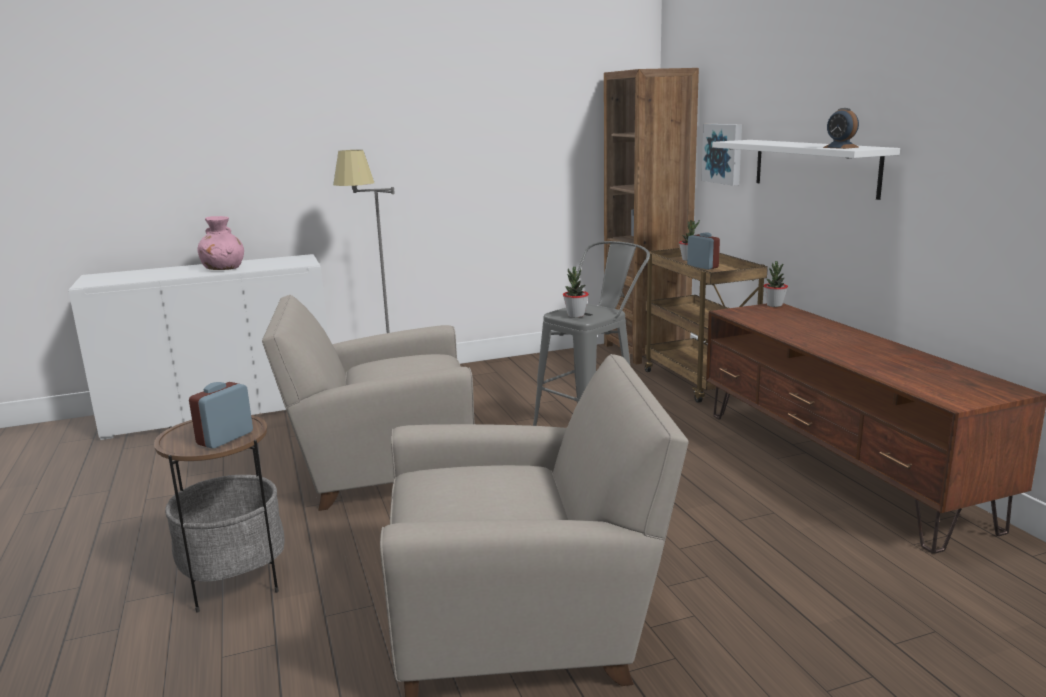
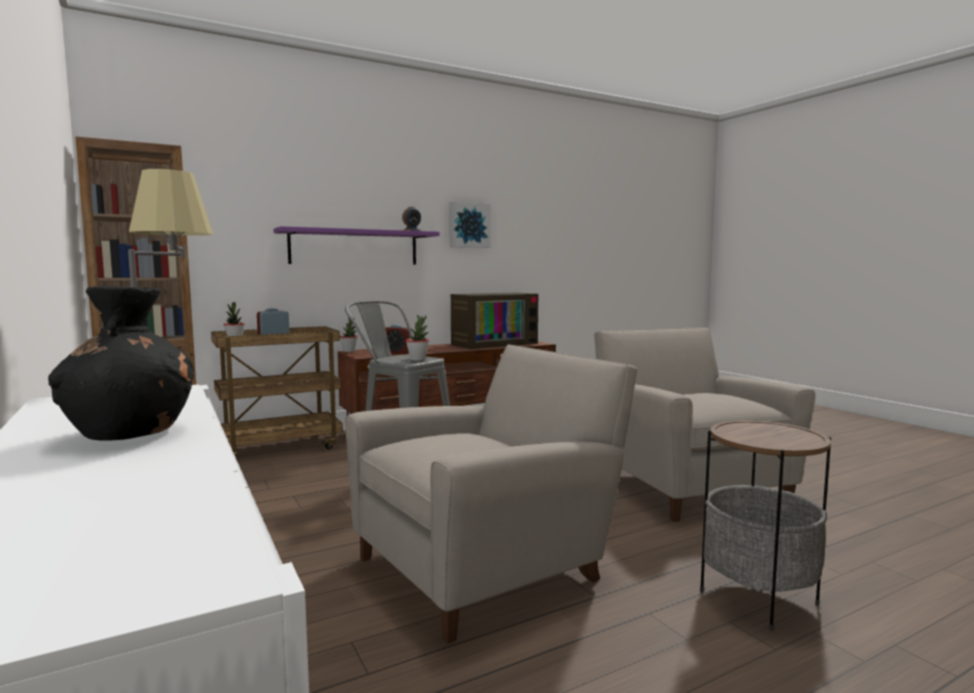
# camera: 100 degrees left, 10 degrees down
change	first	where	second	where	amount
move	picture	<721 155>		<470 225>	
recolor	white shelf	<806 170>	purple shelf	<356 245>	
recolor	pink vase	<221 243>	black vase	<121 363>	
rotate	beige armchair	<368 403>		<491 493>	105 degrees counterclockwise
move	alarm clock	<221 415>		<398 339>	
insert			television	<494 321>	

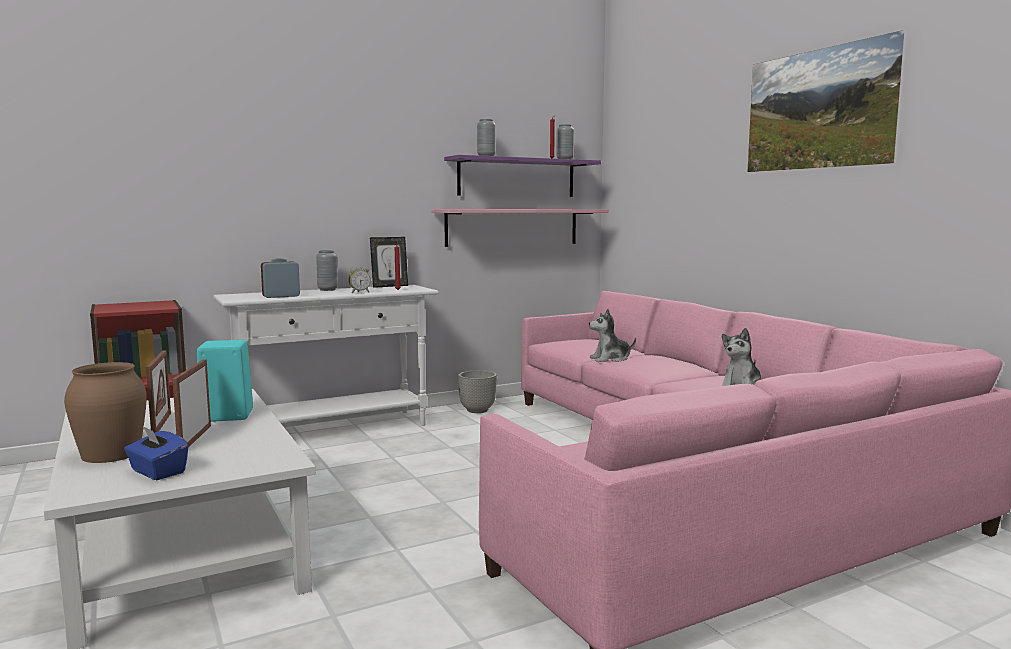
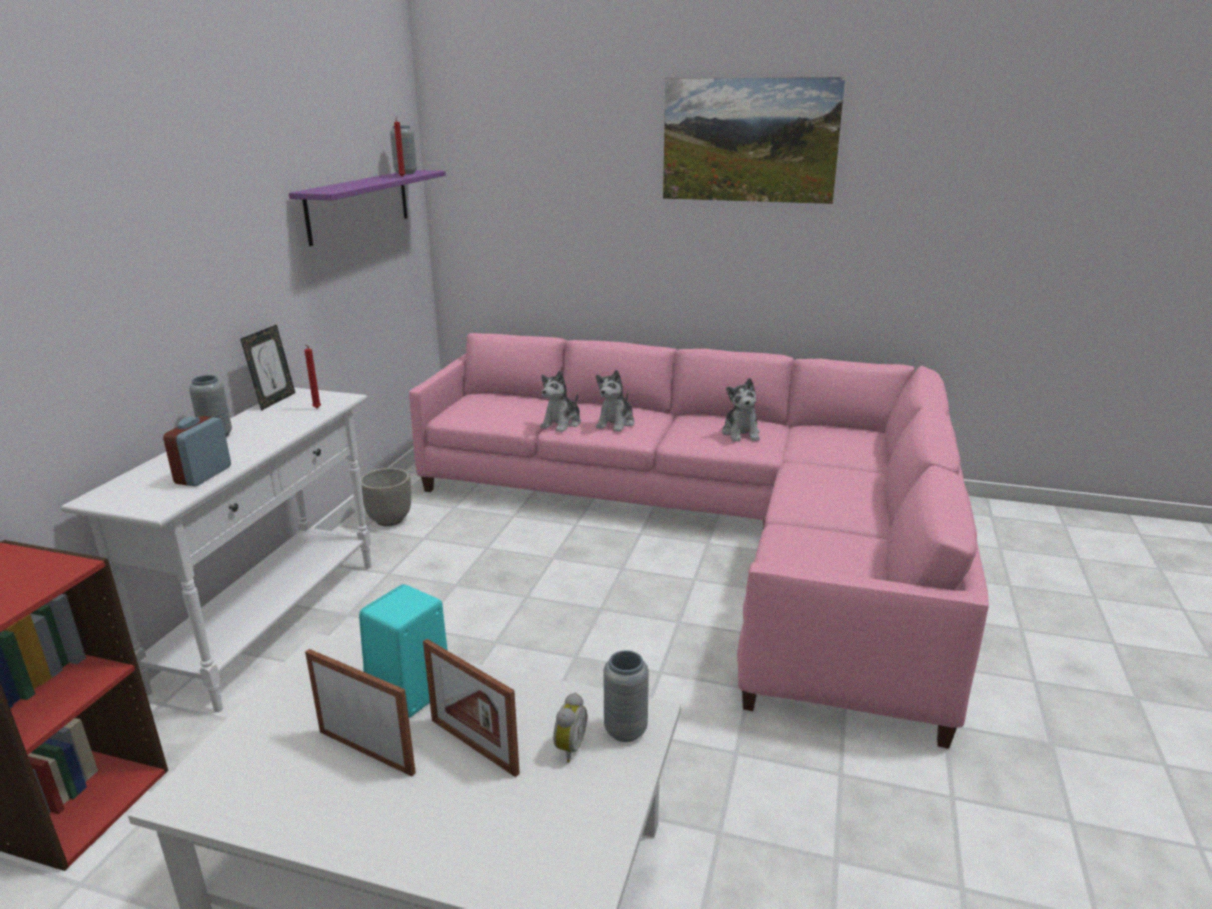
# camera: 45 degrees left, 15 degrees up
change	first	where	second	where	amount
move	grey vase	<486 137>		<626 696>	
delete	pink shelf	<520 228>			
move	alarm clock	<360 279>		<570 727>	
delete	brown vase	<105 412>			
delete	blue tissue box	<156 452>			
insert			plush toy	<615 401>	

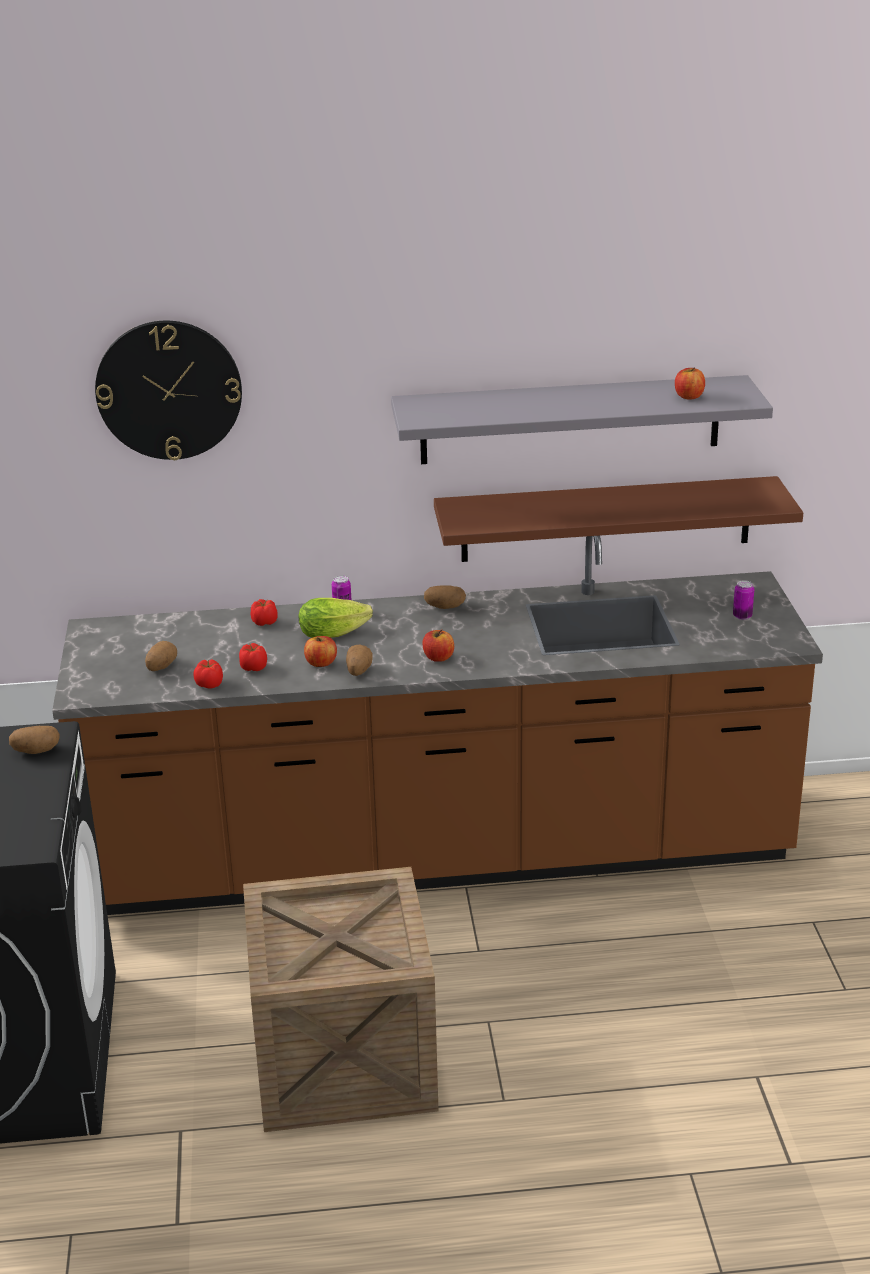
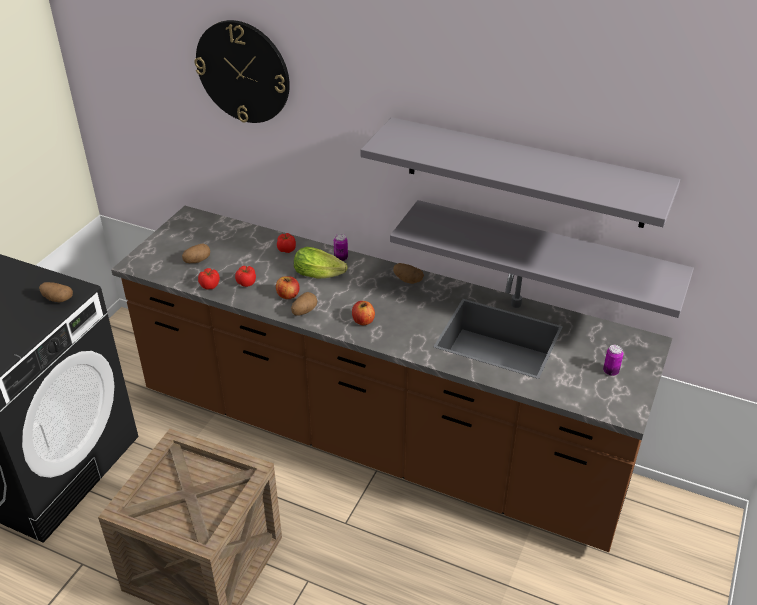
# camera: 30 degrees right, 10 degrees up
change	first	where	second	where	amount
delete	apple	<690 383>			
recolor	brown shelf	<618 519>	grey shelf	<542 259>	

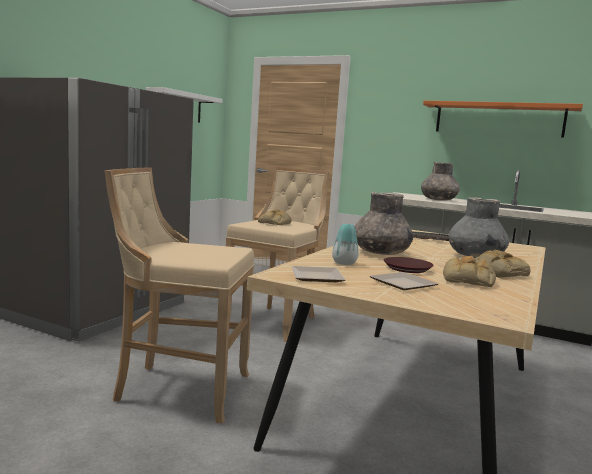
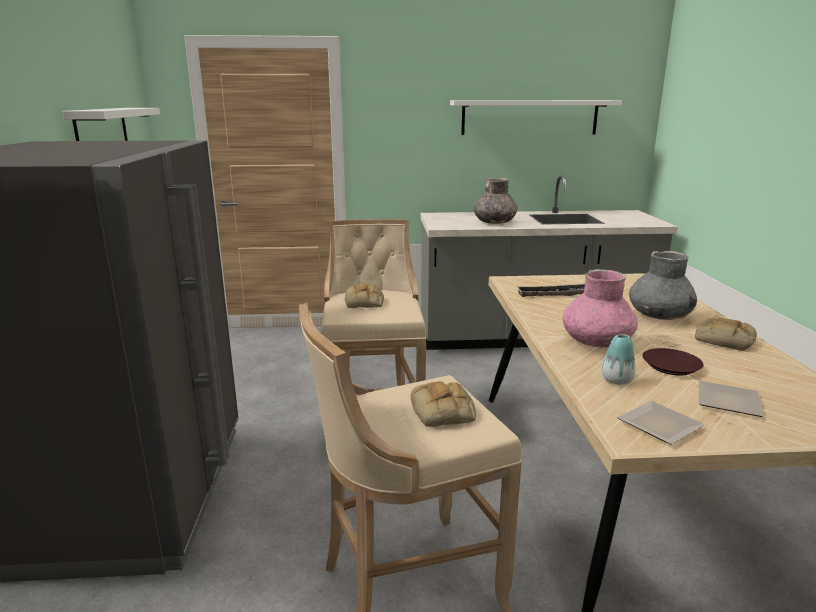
# camera: 30 degrees left, 10 degrees up
change	first	where	second	where	amount
recolor	orange shelf	<503 119>	white shelf	<536 117>	
recolor	grey vase	<384 223>	pink vase	<600 308>	
move	bread	<469 271>		<443 404>	

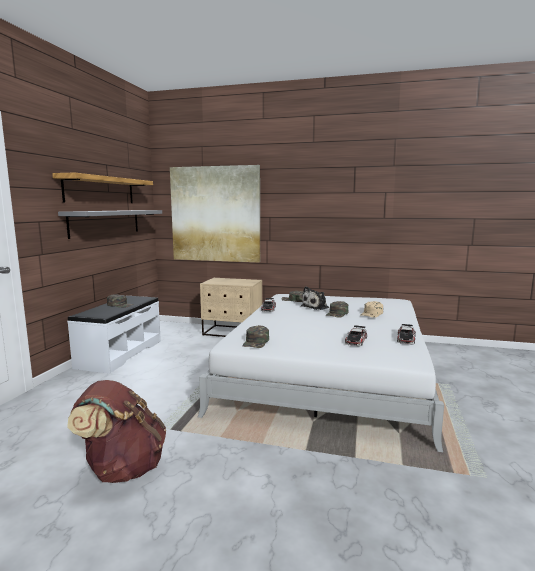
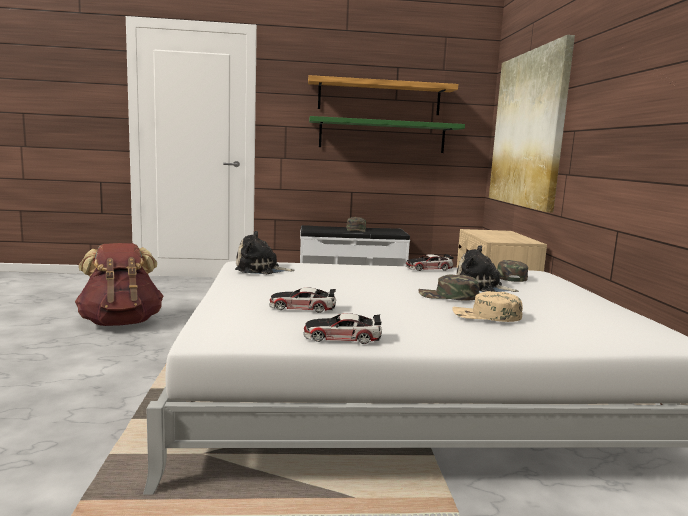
# camera: 70 degrees right, 0 degrees up
change	first	where	second	where	amount
recolor	grey shelf	<110 224>	green shelf	<387 134>	
replace	green cap	<255 336>	plush toy	<265 252>	

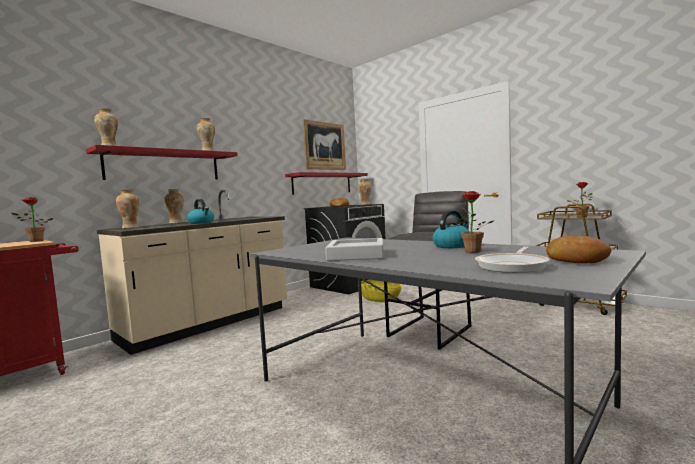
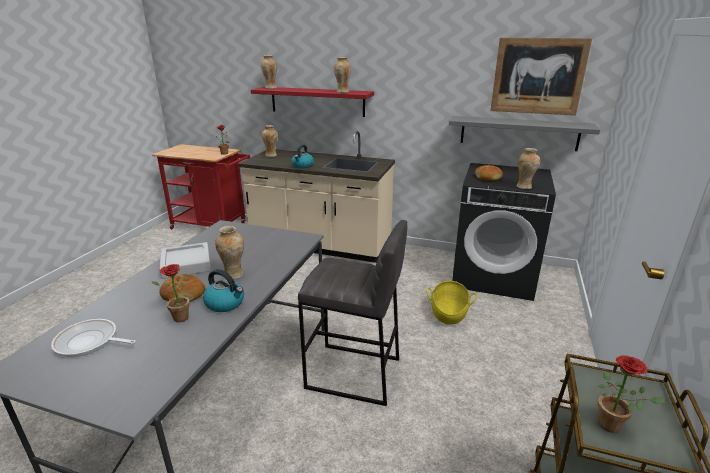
# camera: 65 degrees right, 20 degrees up
change	first	where	second	where	amount
recolor	red shelf	<326 183>	grey shelf	<524 133>	
move	vase	<174 206>		<229 252>	
move	bread	<578 249>		<182 288>	

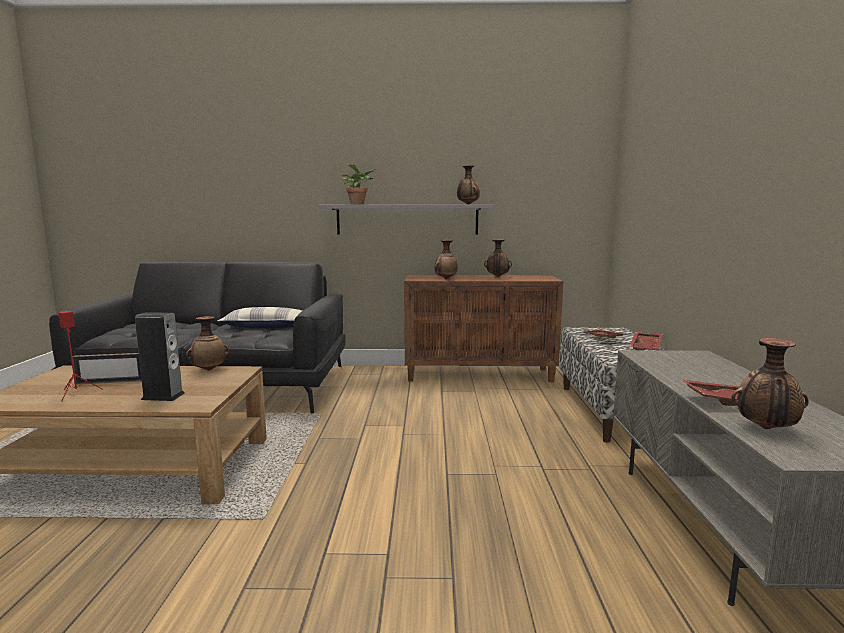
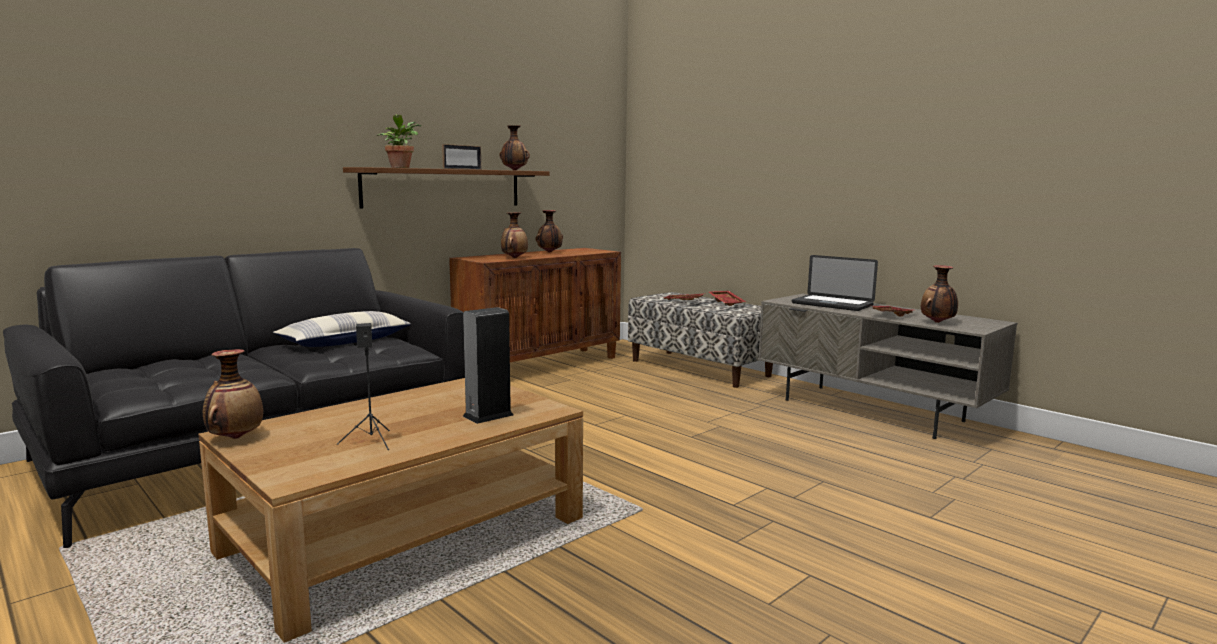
# camera: 45 degrees left, 0 degrees up
change	first	where	second	where	amount
recolor	grey shelf	<406 219>	brown shelf	<446 188>	
recolor	red speaker	<80 355>	black speaker	<363 386>	
move	vase	<207 343>		<233 394>	
move	picture frame	<107 369>		<461 157>	
insert			laptop	<835 283>	

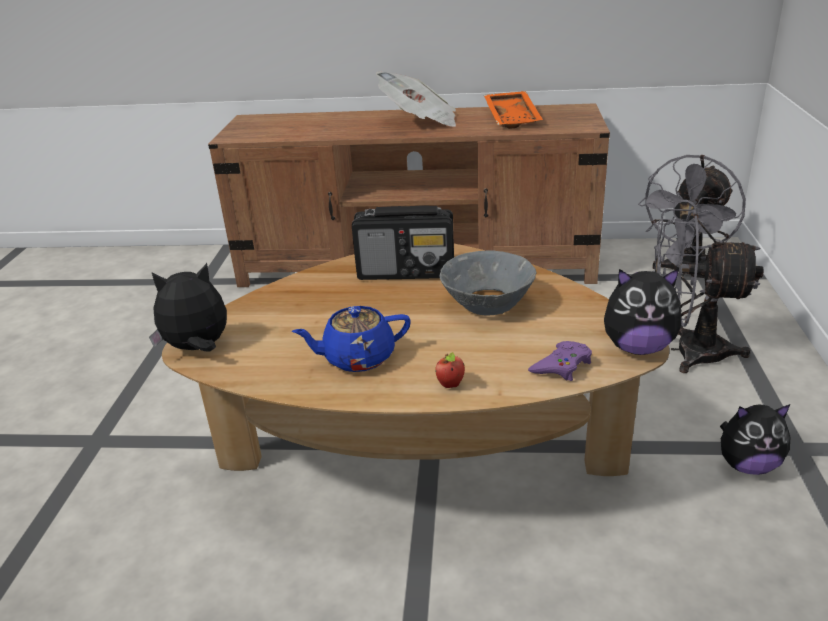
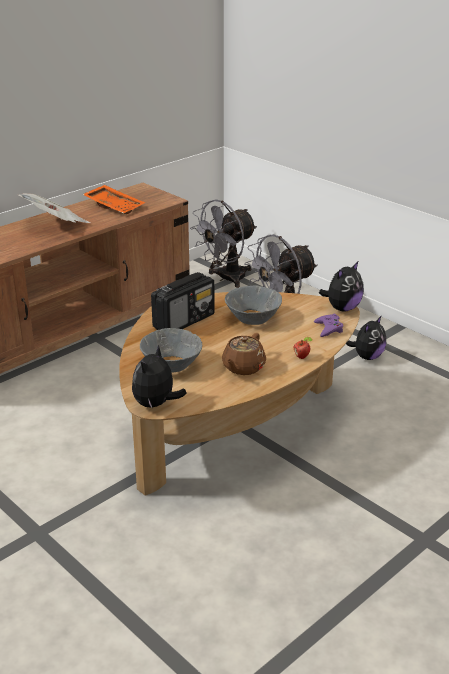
# camera: 50 degrees left, 0 degrees up
change	first	where	second	where	amount
rotate	grey fan	<692 216>		<223 243>	60 degrees clockwise
recolor	blue teapot	<351 339>	brown teapot	<244 354>	
insert			grey bowl	<171 350>	

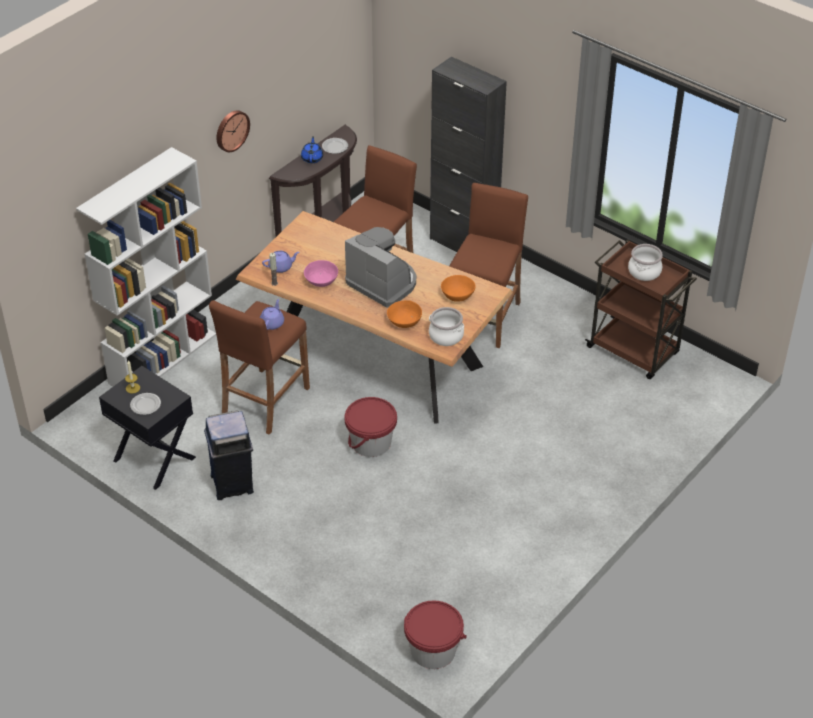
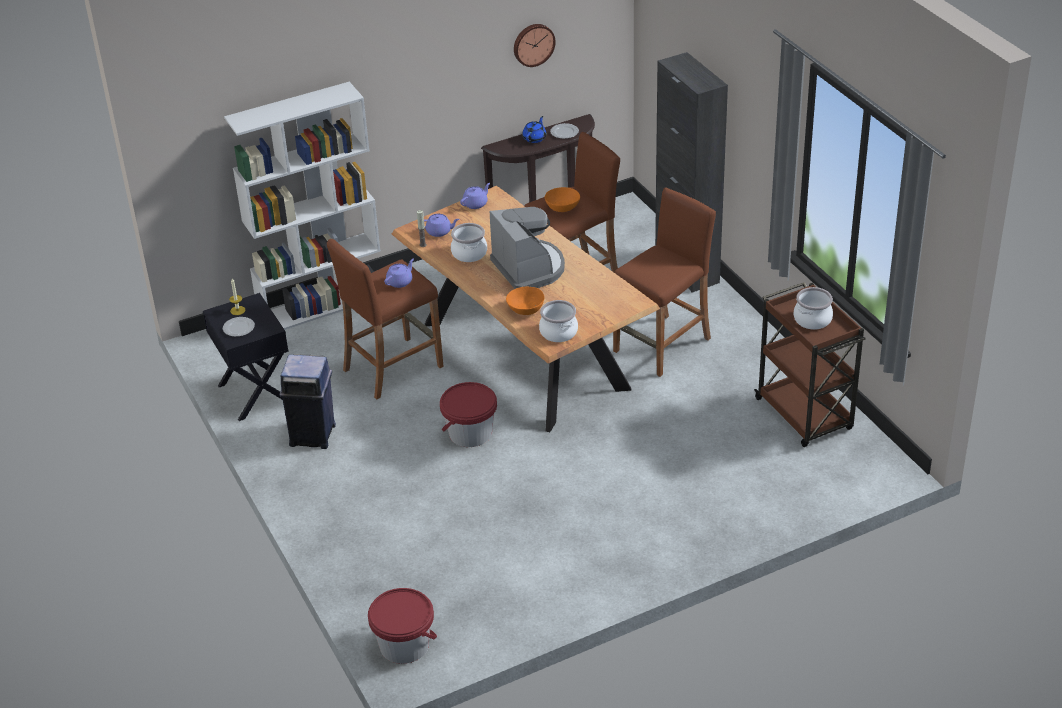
# camera: 25 degrees right, 5 degrees down
change	first	where	second	where	amount
move	wall clock	<233 131>		<535 45>	
replace	pink bowl	<321 273>	cooking pot	<469 242>	
move	orange bowl	<458 288>		<562 199>	
insert			purple teapot	<475 196>	

